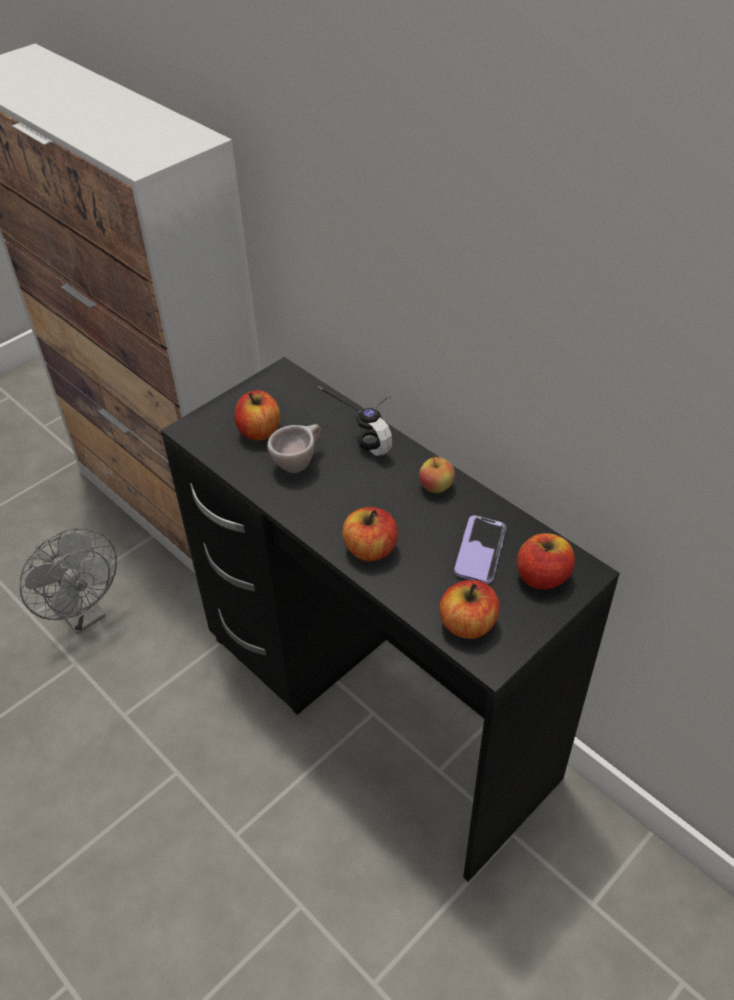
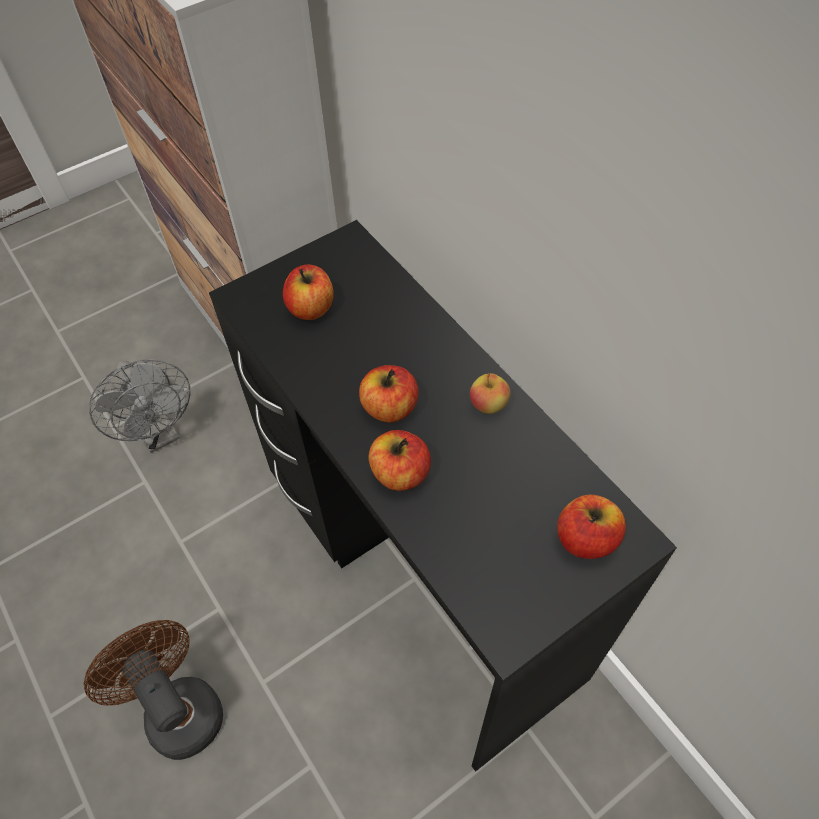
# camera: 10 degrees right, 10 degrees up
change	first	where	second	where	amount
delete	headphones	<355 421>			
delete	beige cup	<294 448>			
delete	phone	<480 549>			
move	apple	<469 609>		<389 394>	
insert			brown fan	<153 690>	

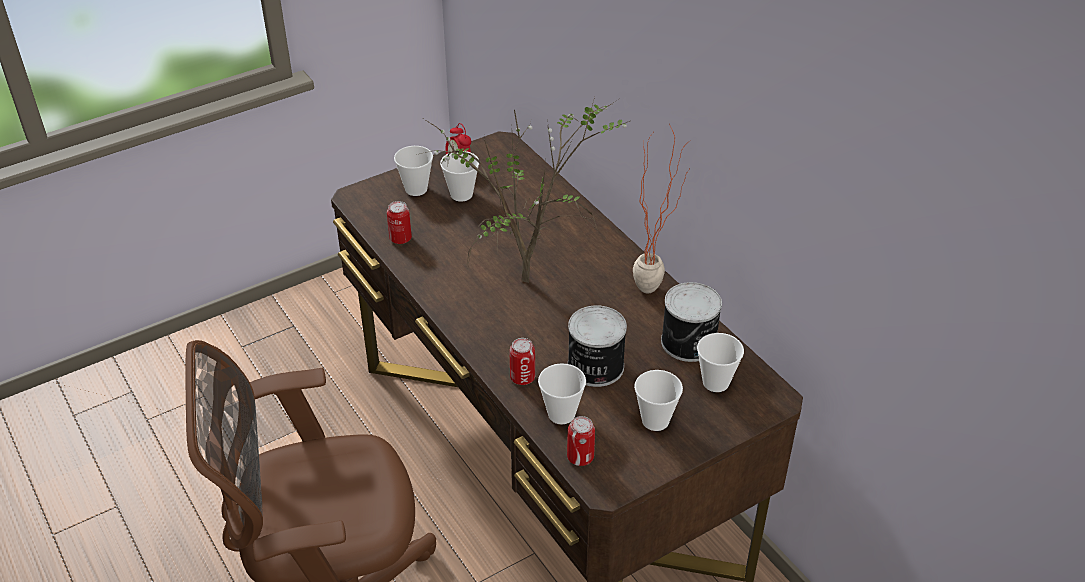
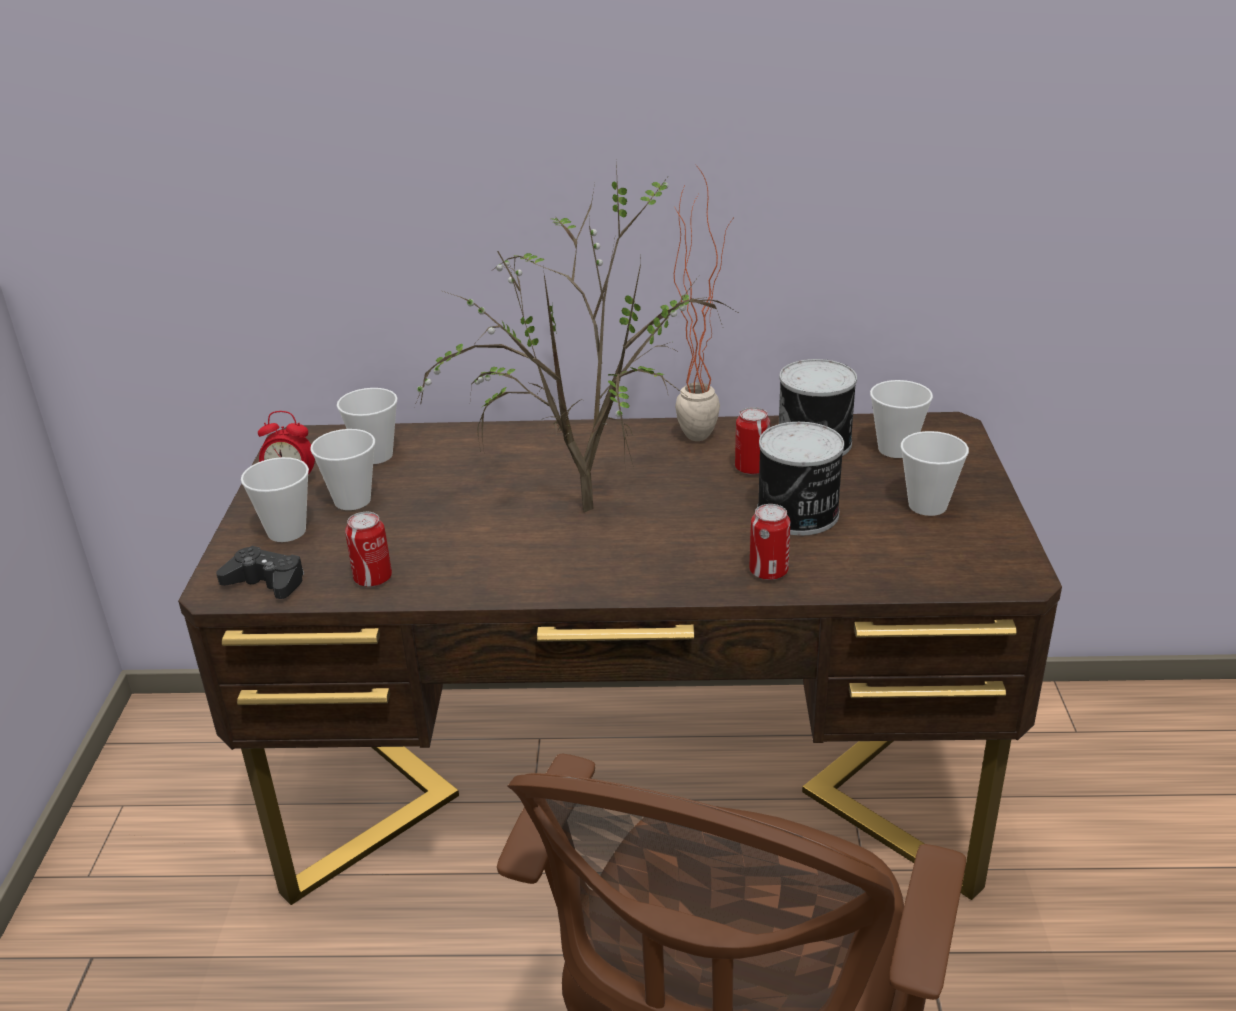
# camera: 55 degrees left, 10 degrees down
change	first	where	second	where	amount
move	cup	<562 393>		<367 426>	
move	can	<581 441>		<752 441>	
insert			black game controller	<260 572>	

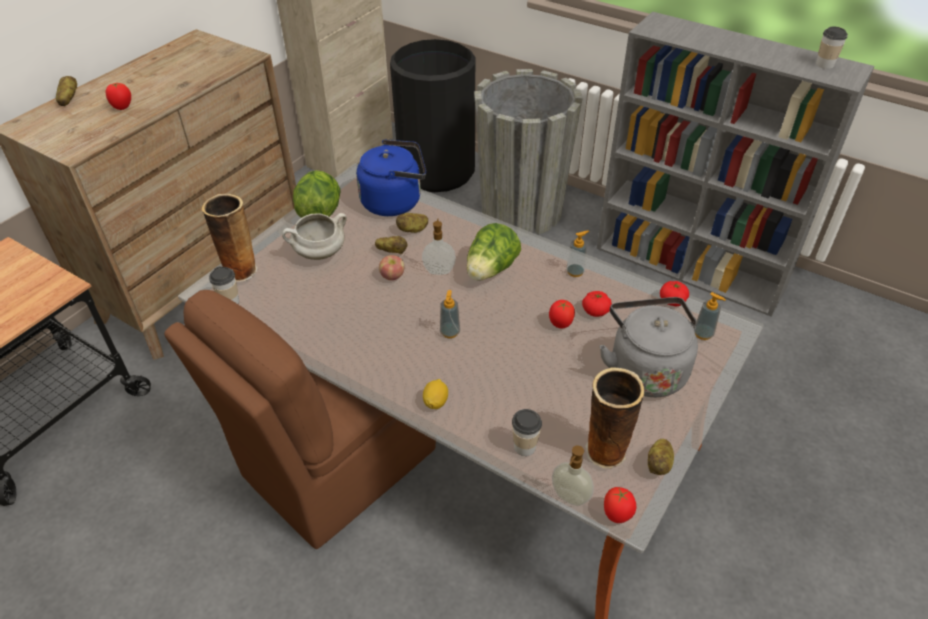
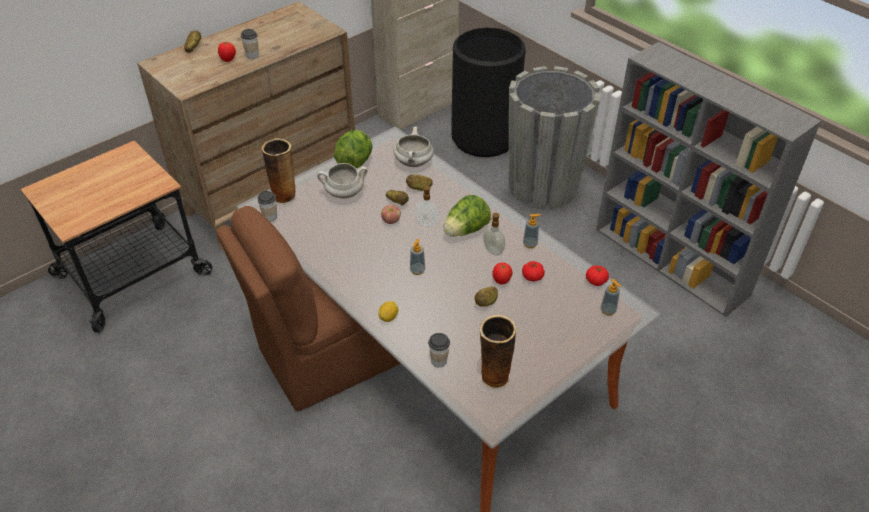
# camera: 15 degrees right, 0 degrees up
change	first	where	second	where	amount
move	cup	<832 48>		<250 44>	
replace	blue kettle	<391 177>	white cooking pot	<414 147>	
delete	grey kettle	<648 347>			
move	potato	<661 457>		<486 297>	
move	soap dispenser	<573 476>		<494 234>	
delete	tomato	<620 505>			

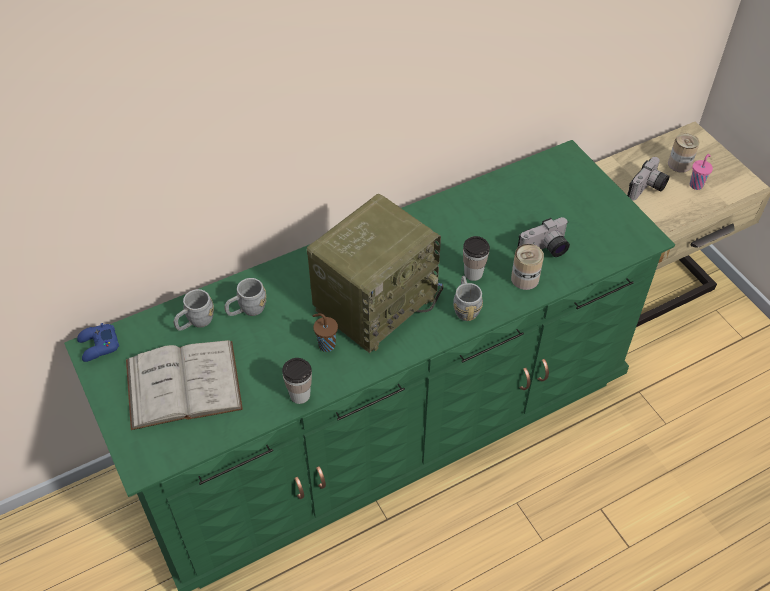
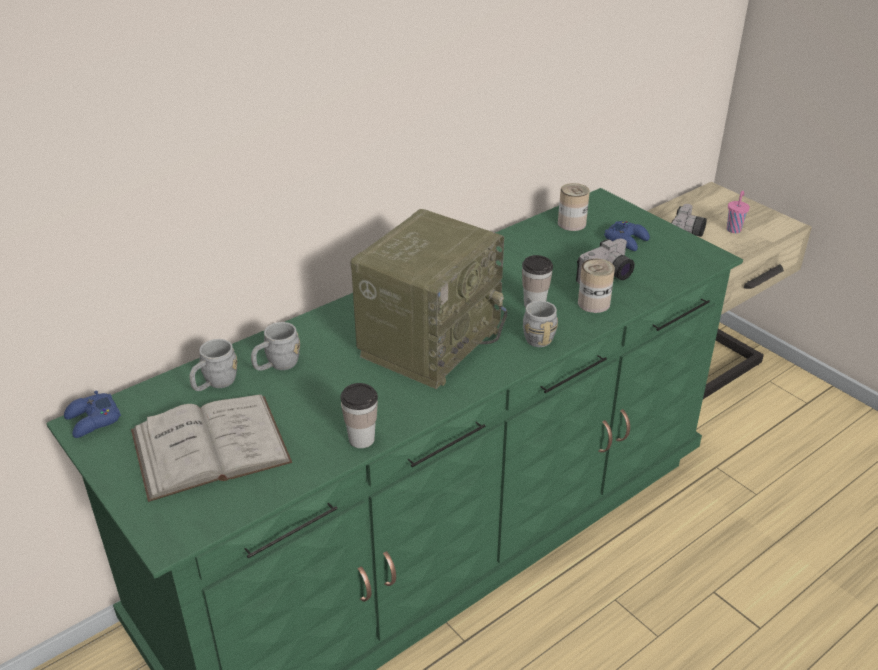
# camera: 10 degrees left, 15 degrees down
change	first	where	second	where	amount
move	can	<684 153>		<574 207>	
delete	brown cup	<325 332>			
insert			blue game controller	<627 236>	

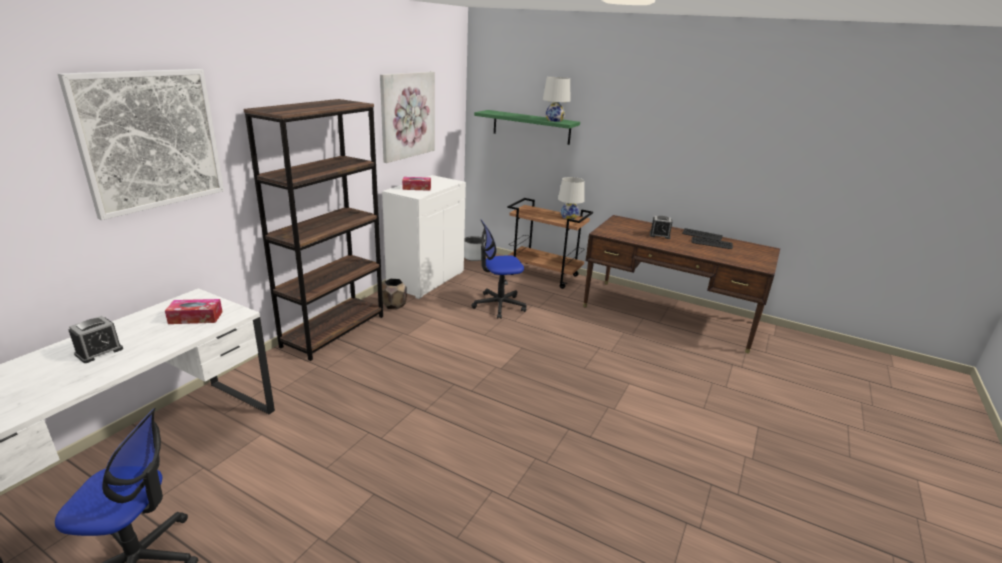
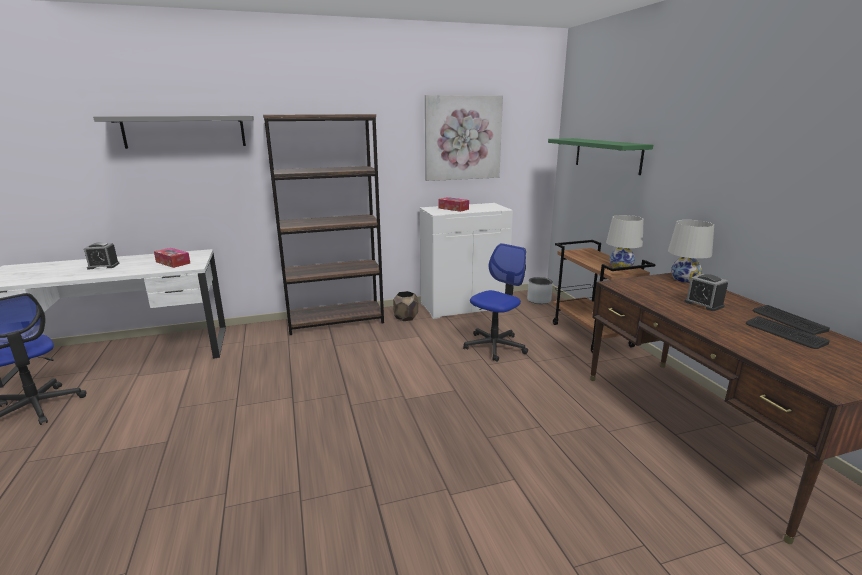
# camera: 45 degrees right, 5 degrees down
change	first	where	second	where	amount
replace	picture	<141 144>	grey shelf	<173 132>	
move	white table lamp	<556 99>		<691 251>	
rotate	office chair	<499 269>		<495 302>	105 degrees clockwise

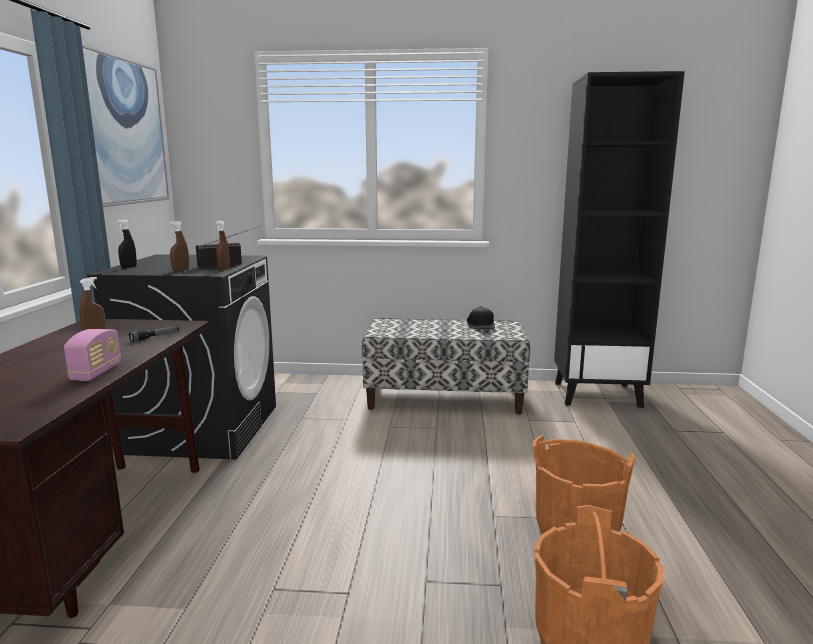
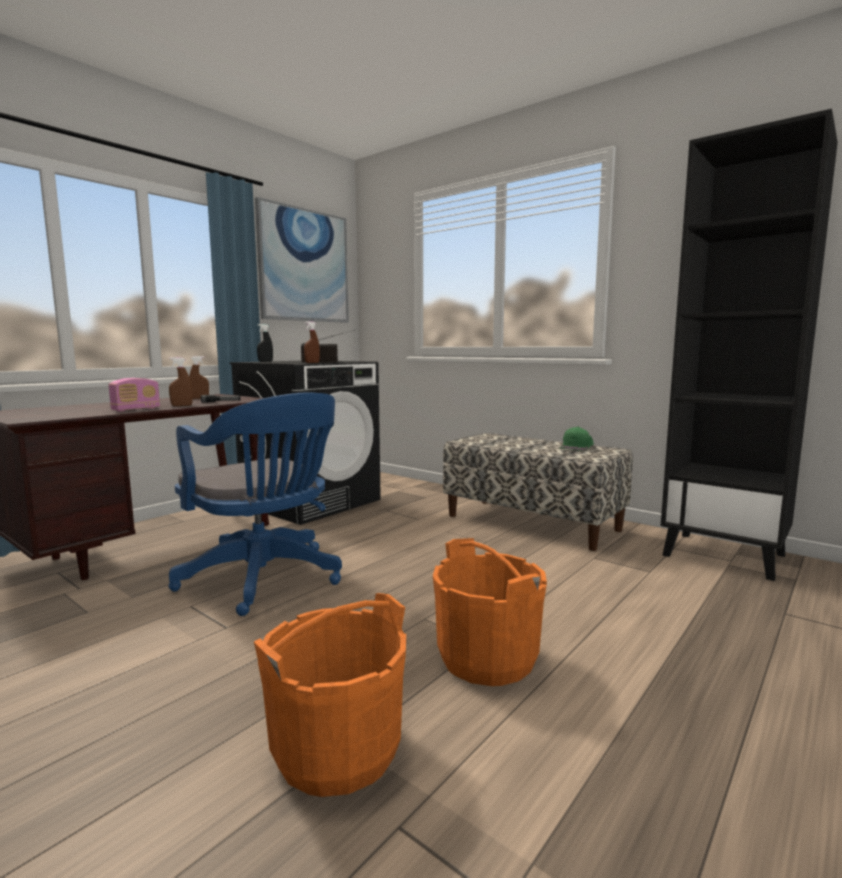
# camera: 35 degrees right, 5 degrees down
change	first	where	second	where	amount
move	brown spray bottle	<179 246>		<181 381>	
recolor	black cap	<481 317>	green cap	<576 438>	
insert			blue office chair	<255 504>	

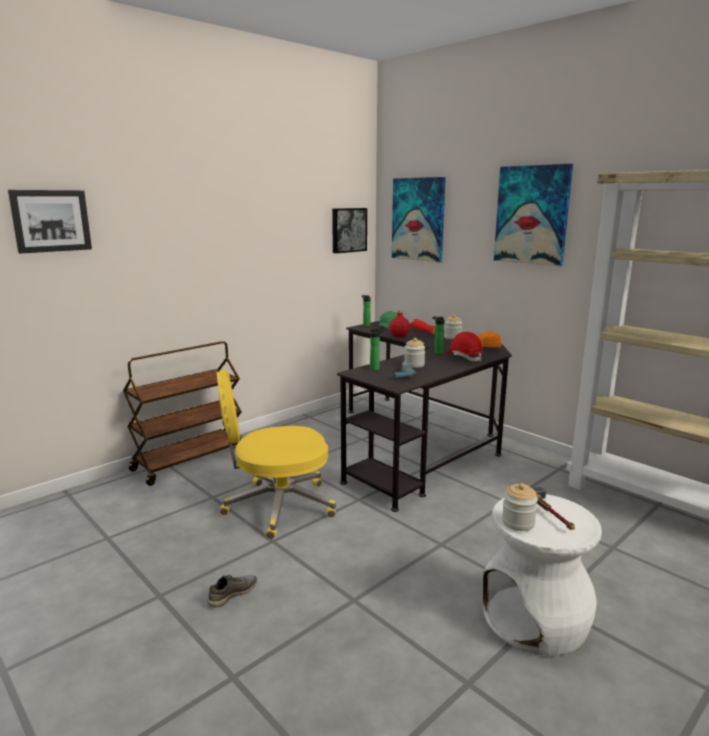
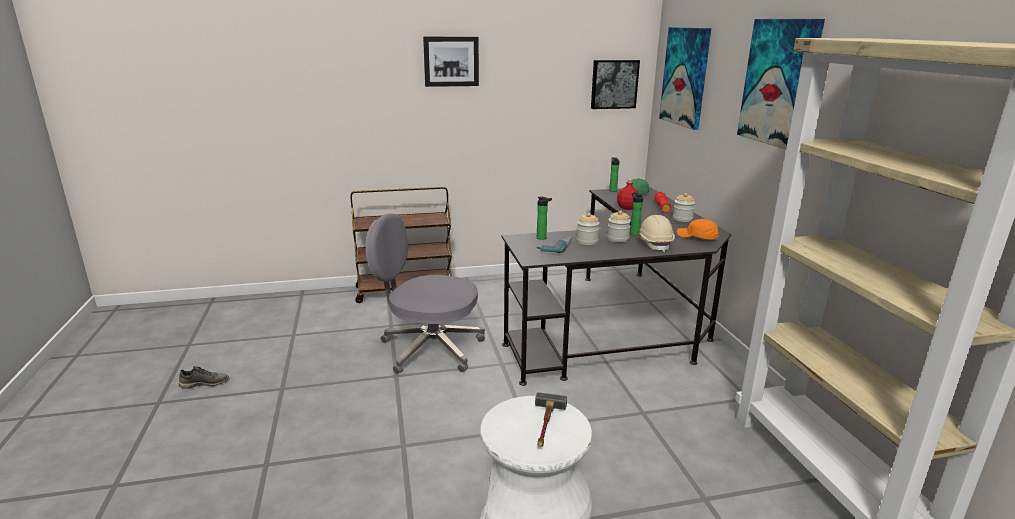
# camera: 30 degrees right, 5 degrees up
change	first	where	second	where	amount
move	picture	<50 221>		<451 61>	
recolor	red hard hat	<464 347>	beige hard hat	<656 233>	
recolor	yellow office chair	<276 454>	grey office chair	<425 294>	
move	jar	<520 507>		<619 226>	
move	grey shoe	<232 591>		<204 377>	

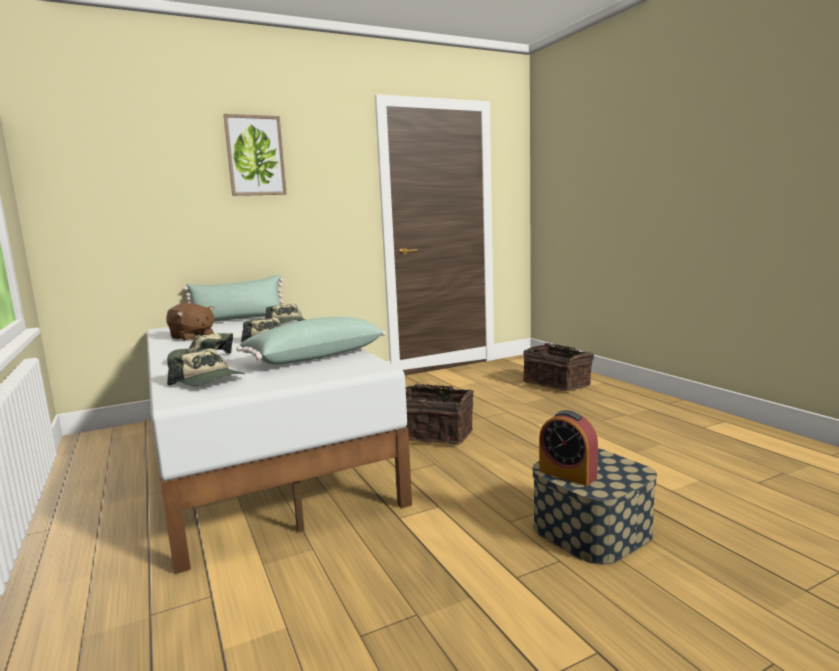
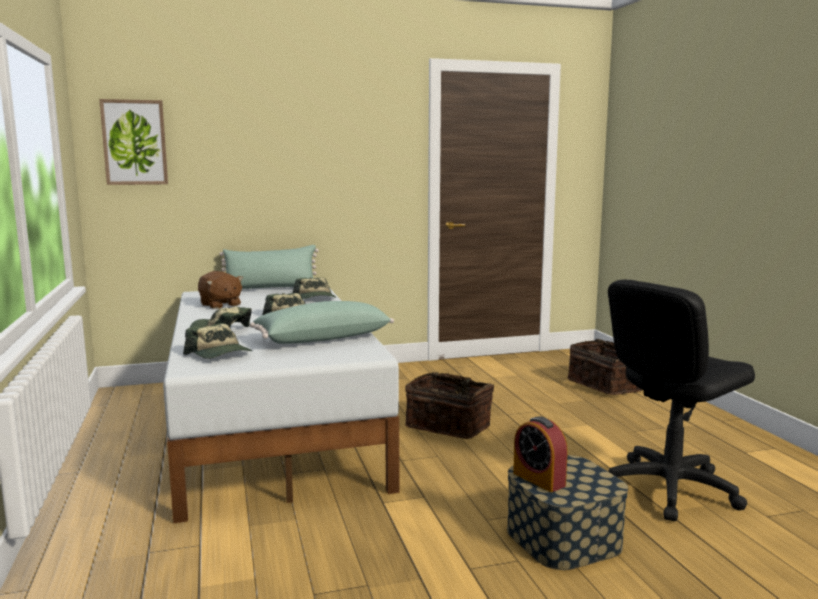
# camera: 10 degrees right, 0 degrees up
change	first	where	second	where	amount
move	picture	<255 155>		<133 142>	
insert			black office chair	<681 400>	

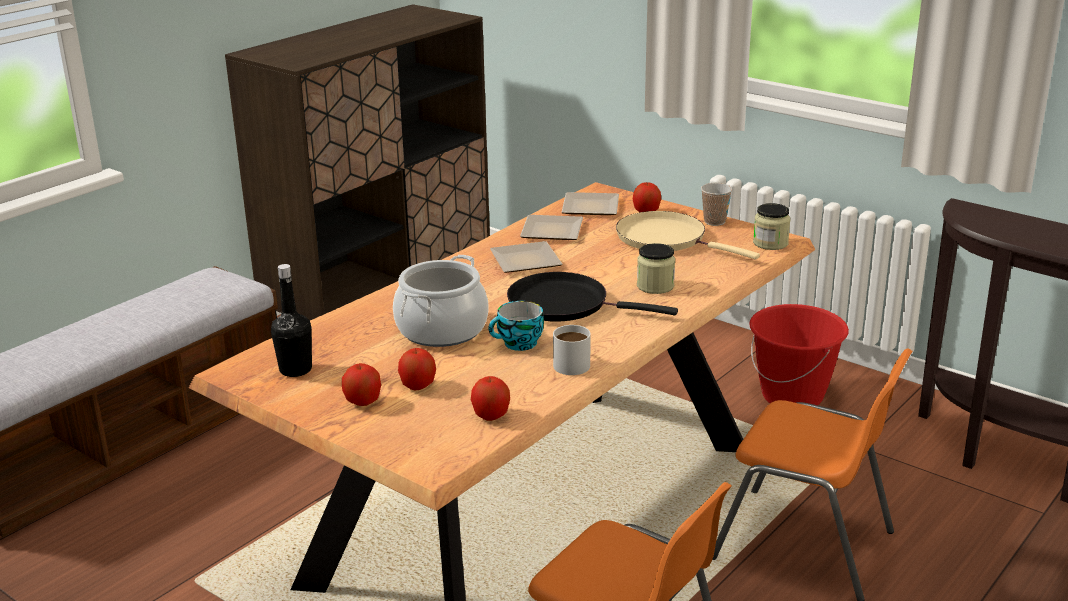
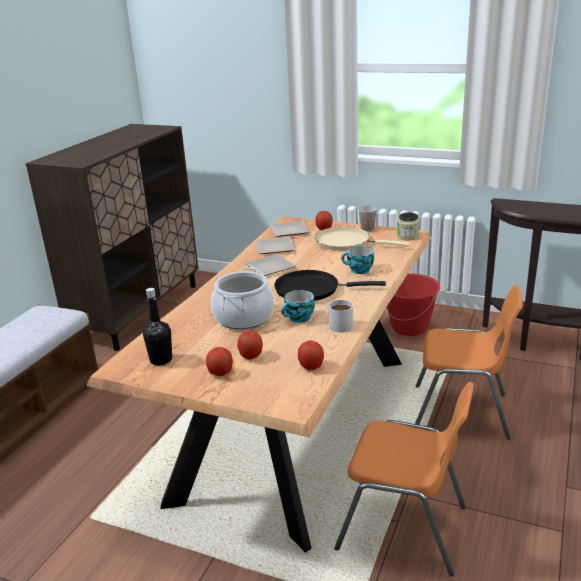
# camera: 15 degrees left, 0 degrees up
change	first	where	second	where	amount
replace	jar	<656 268>	cup	<357 260>	

